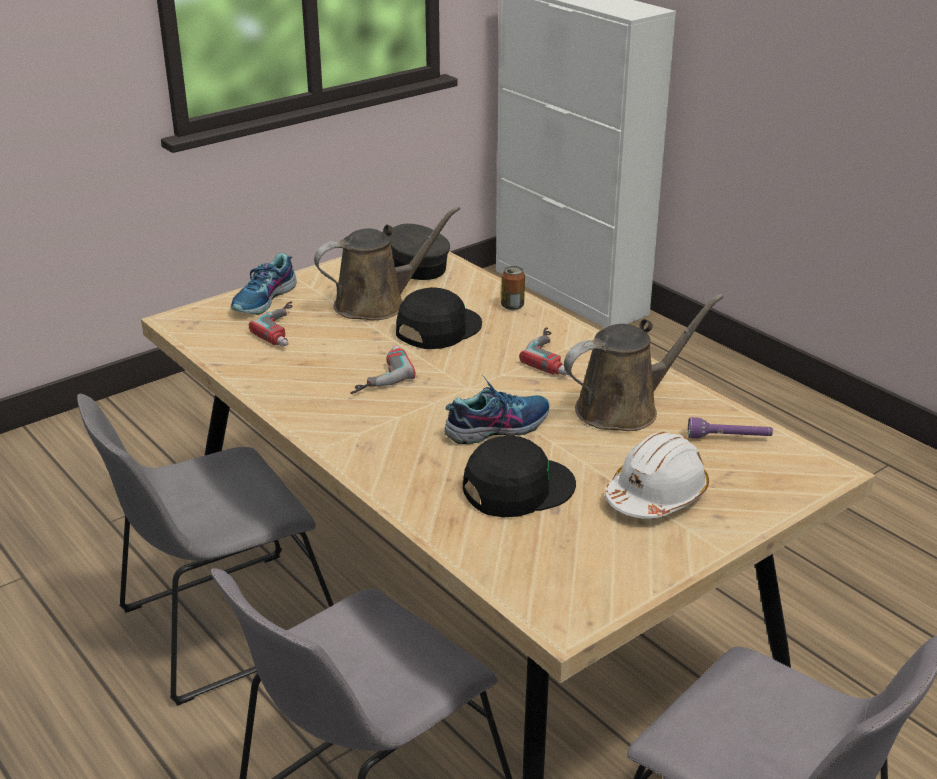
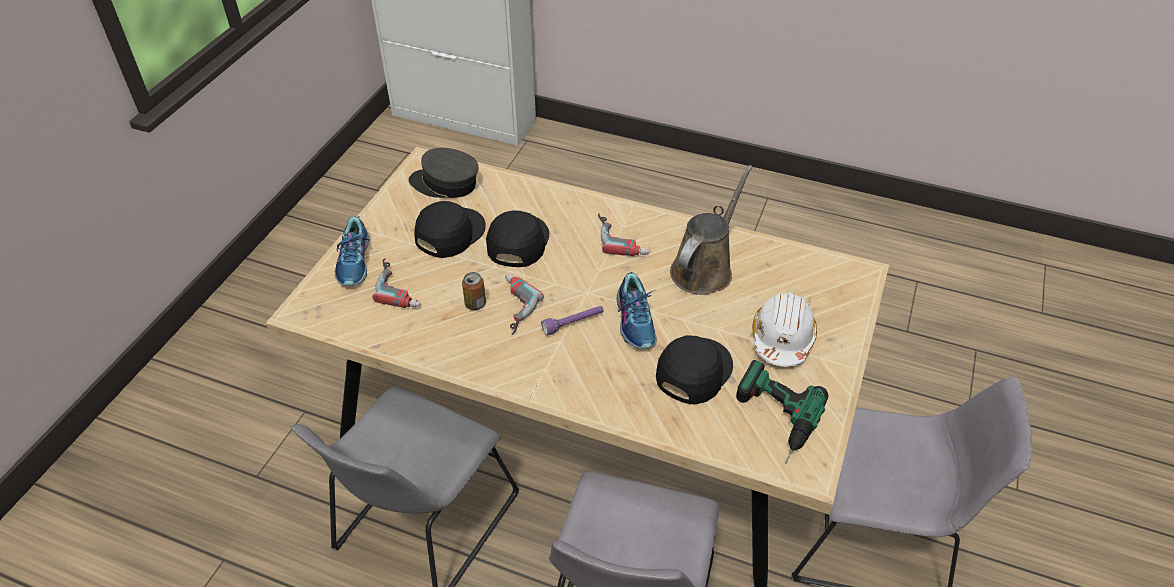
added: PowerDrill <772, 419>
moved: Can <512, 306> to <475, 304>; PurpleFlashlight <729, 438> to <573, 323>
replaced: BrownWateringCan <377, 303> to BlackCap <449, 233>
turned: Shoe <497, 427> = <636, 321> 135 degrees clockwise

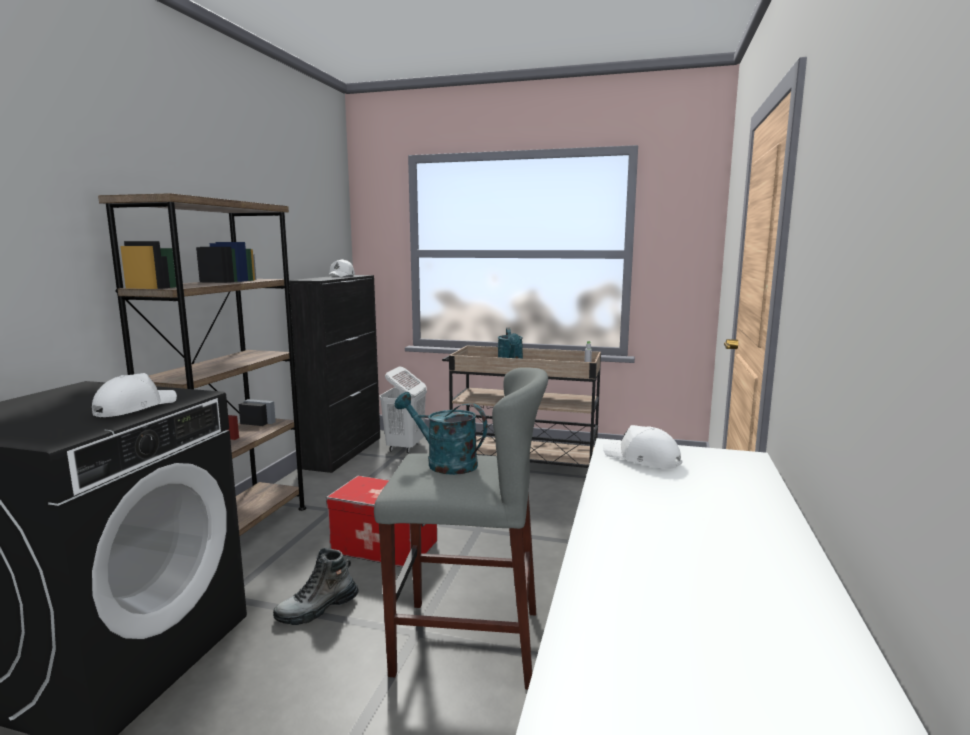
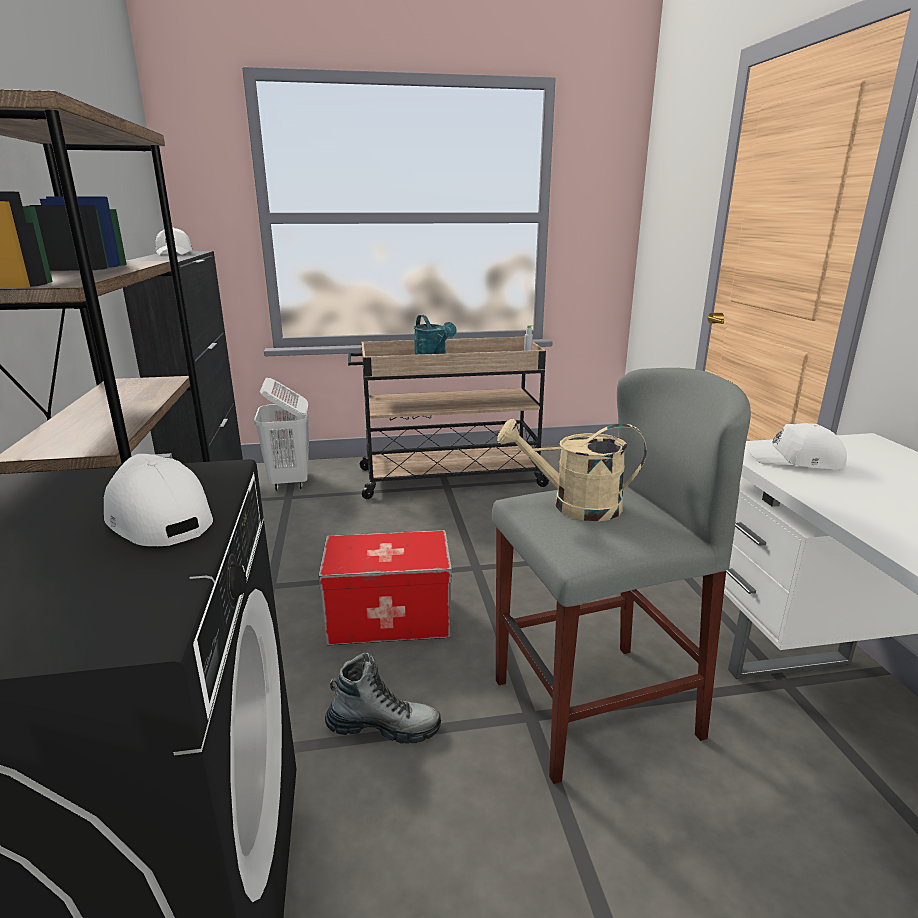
recoloured: TurquoiseWateringCan <444, 463> to BeigeWateringCan <574, 506>
turned: WhiteCap <134, 408> = <156, 518> 45 degrees counterclockwise; Boot <317, 609> = <384, 727> 120 degrees counterclockwise

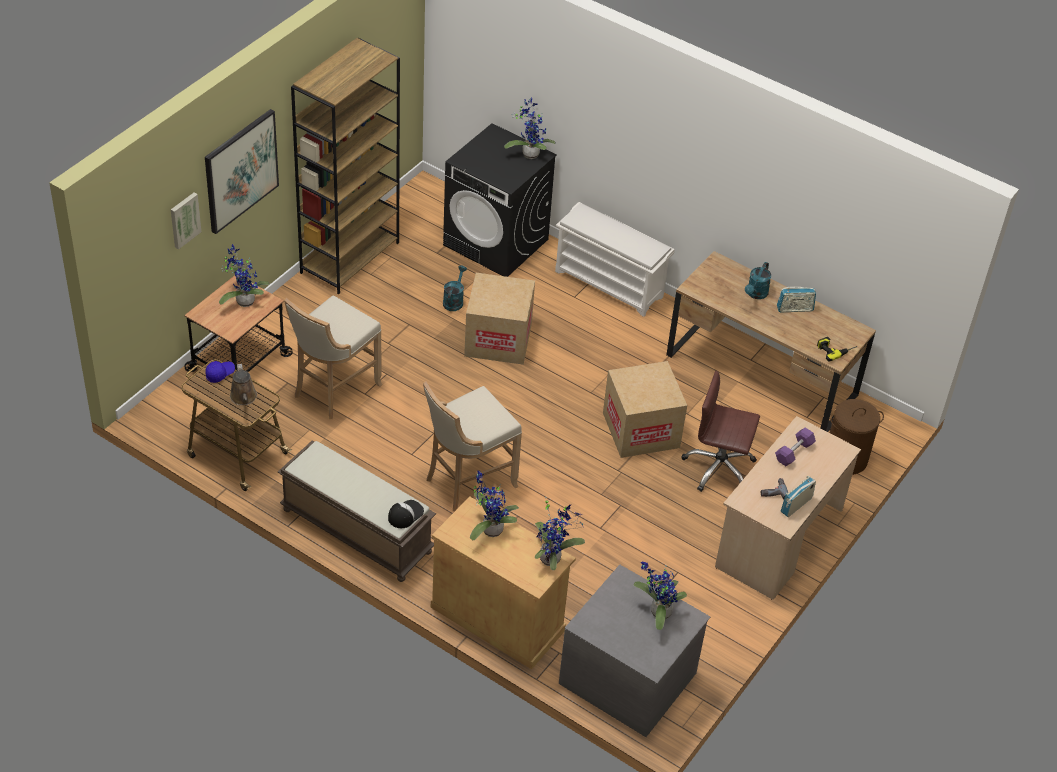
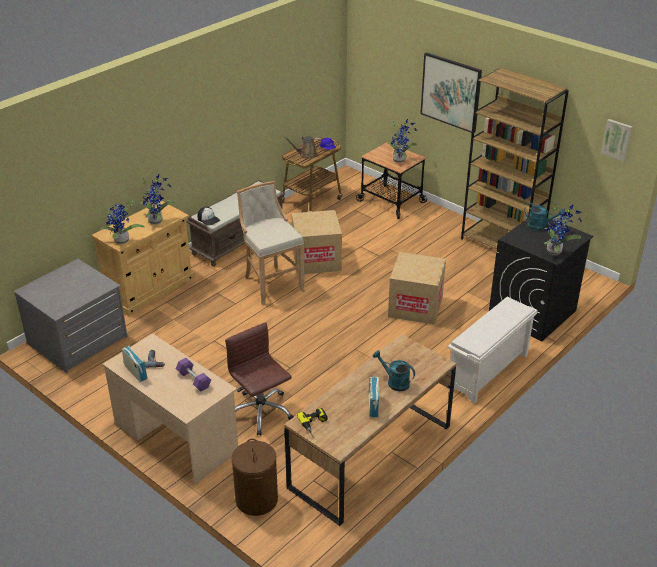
removed: BeigeStool <333, 390>; PottedPlant <658, 612>
moved: Picture <184, 219> to <617, 139>; TurquoiseWateringCan <454, 300> to <540, 226>; CardboardBox <641, 430> to <316, 260>
turned: BrownOfficeChair <719, 468> = <260, 412> 60 degrees counterclockwise

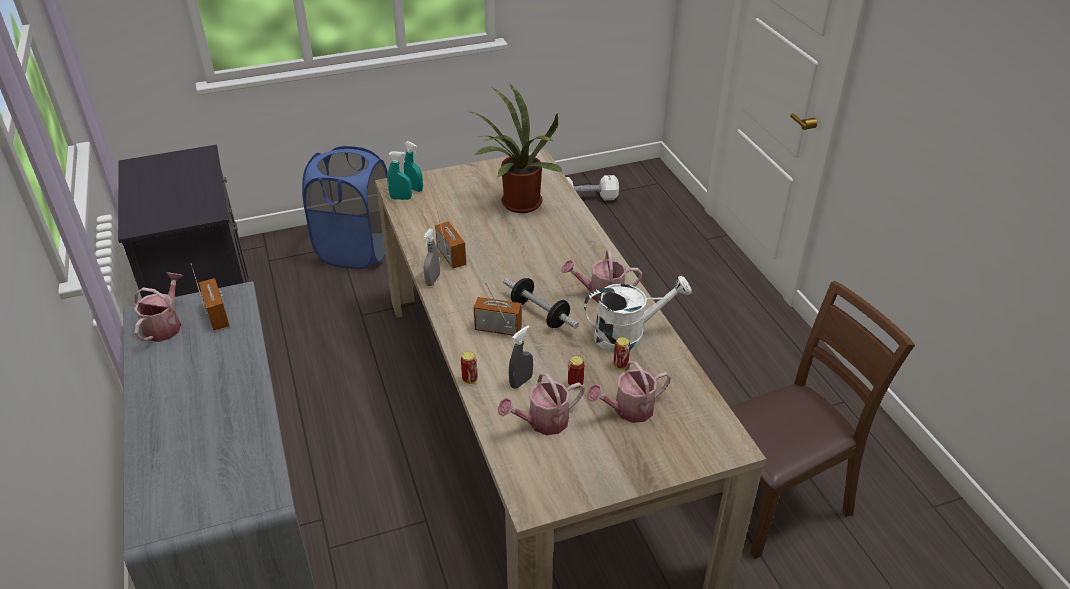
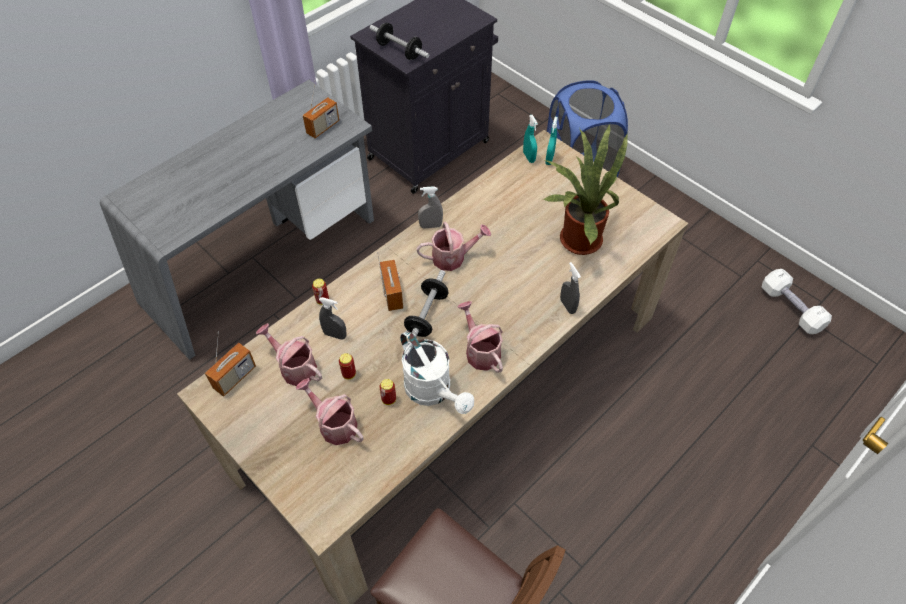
added: Dumbbell <399, 51>; GreySprayBottle <567, 306>
moved: WateringCan <165, 325> to <453, 257>; Radio <451, 256> to <234, 377>

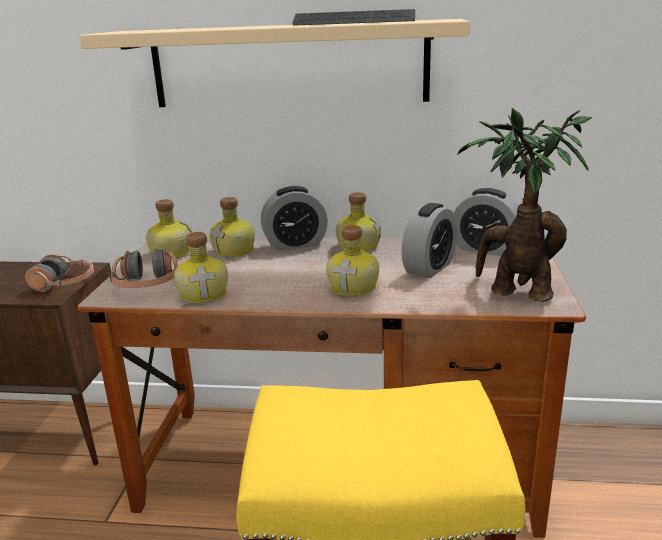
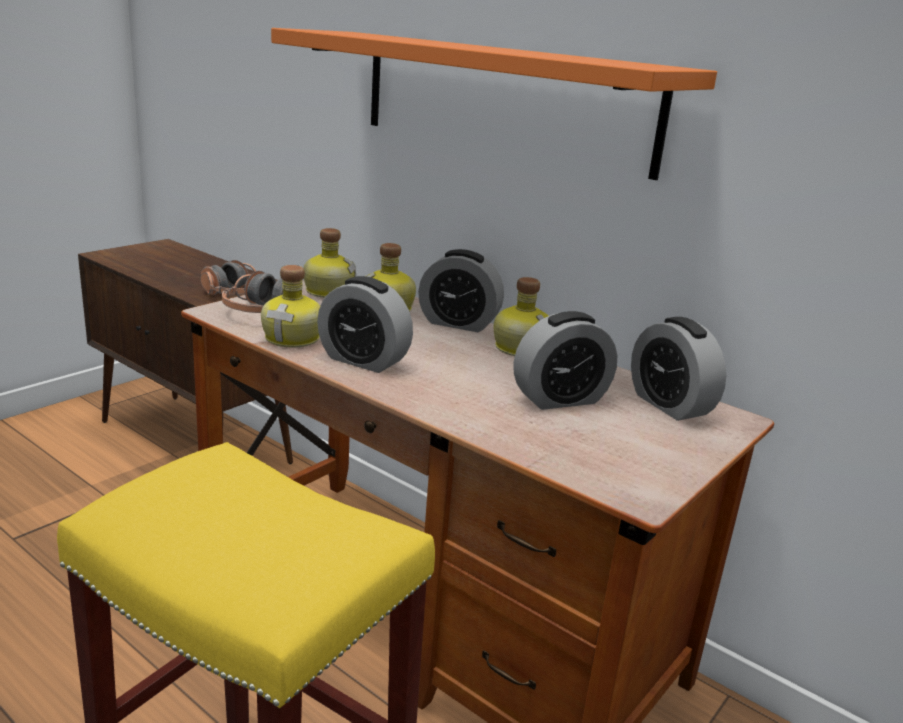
removed: Keyboard <354, 22>; Bottle <354, 287>; PottedPlant <514, 291>
added: AlarmClock <363, 360>
recoloured: BeigeShelf <288, 65> to OrangeShelf <503, 99>

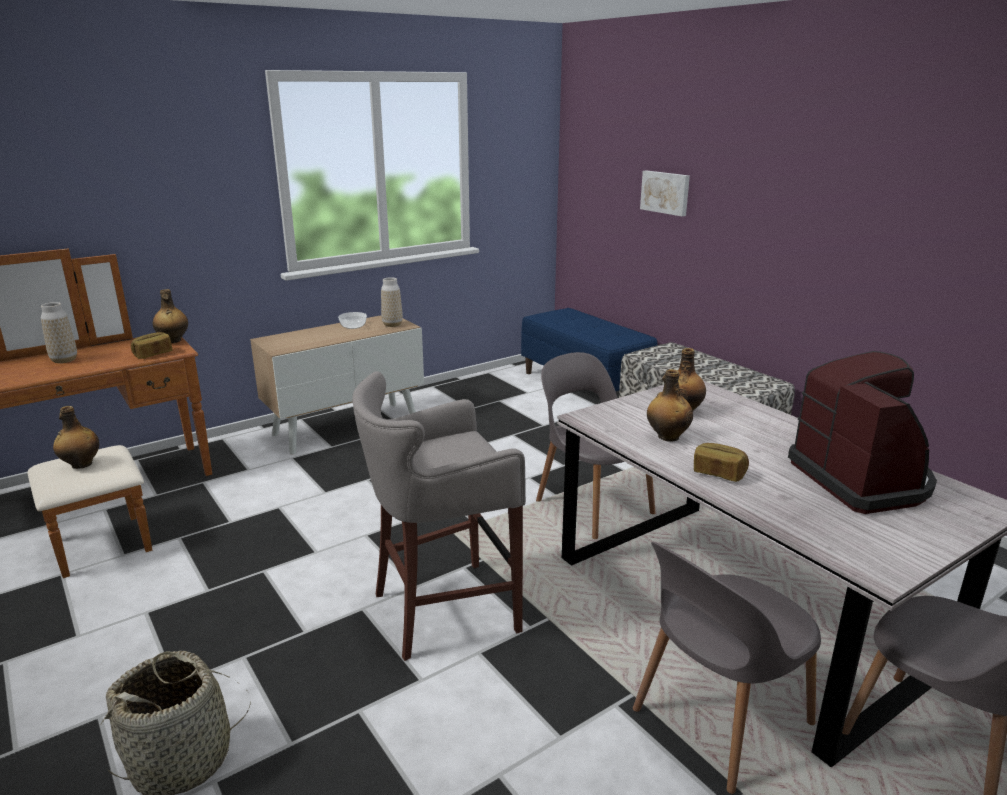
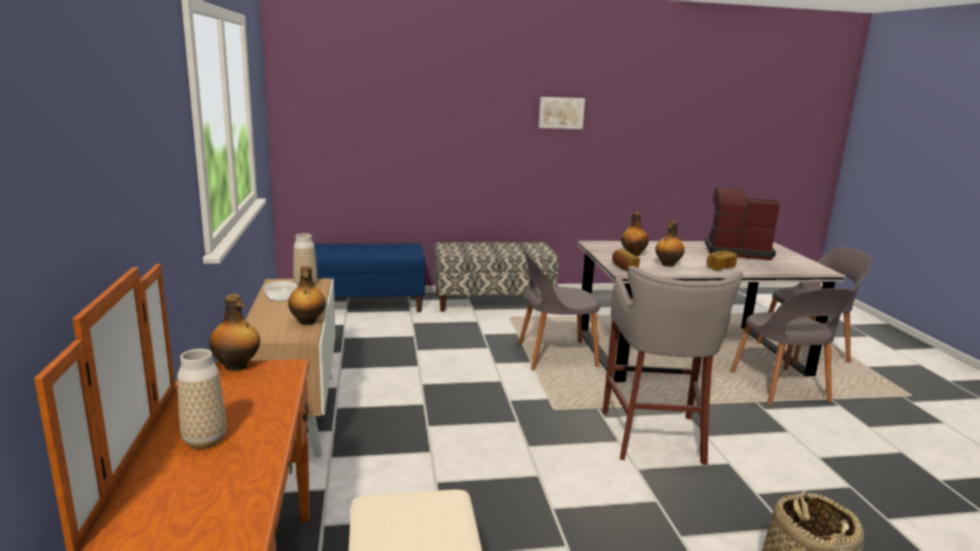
moved: Bottle <81, 465> to <307, 322>; Bread <153, 354> to <624, 268>; Picture <666, 192> to <561, 112>

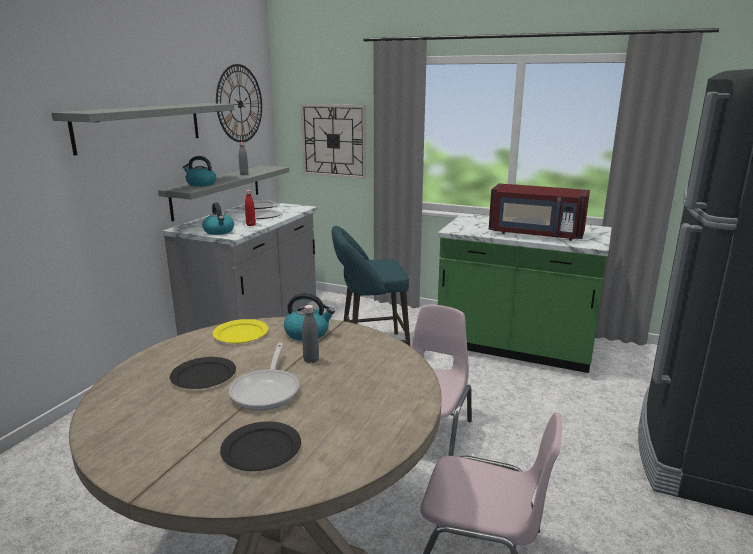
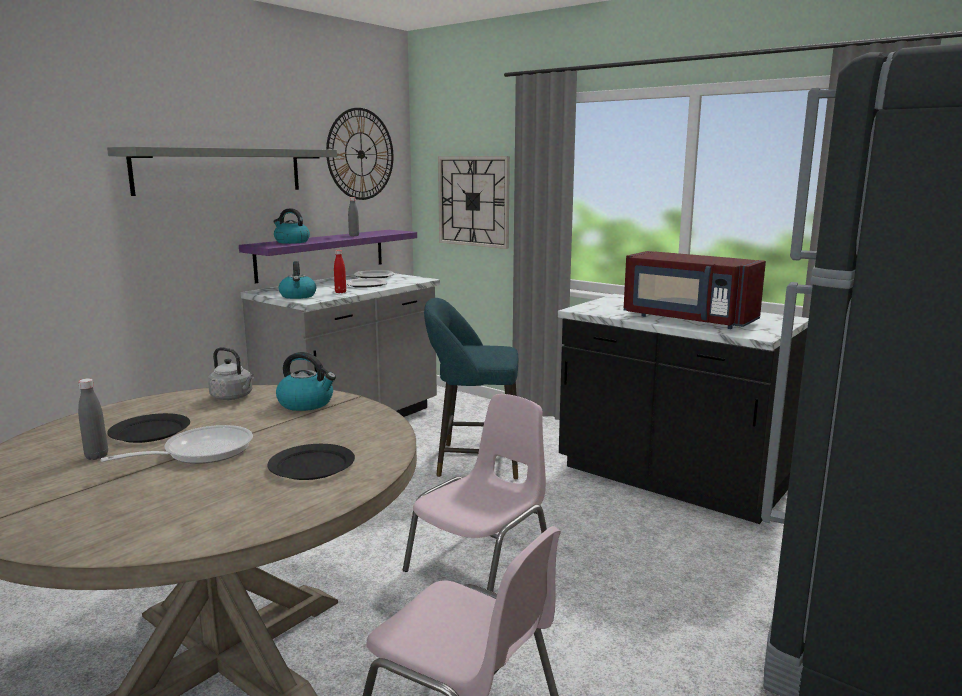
moved: BlackPlate <262, 449> to <312, 465>; GreyBottle <311, 360> to <96, 456>
replaced: YellowPlate <241, 334> to GreyKettle <233, 397>
recoloured: GreyShelf <217, 191> to PurpleShelf <322, 254>; GreenCounter <515, 348> to BlackCounter <669, 481>
turned: FryingPan <267, 390> = <200, 452> 150 degrees counterclockwise

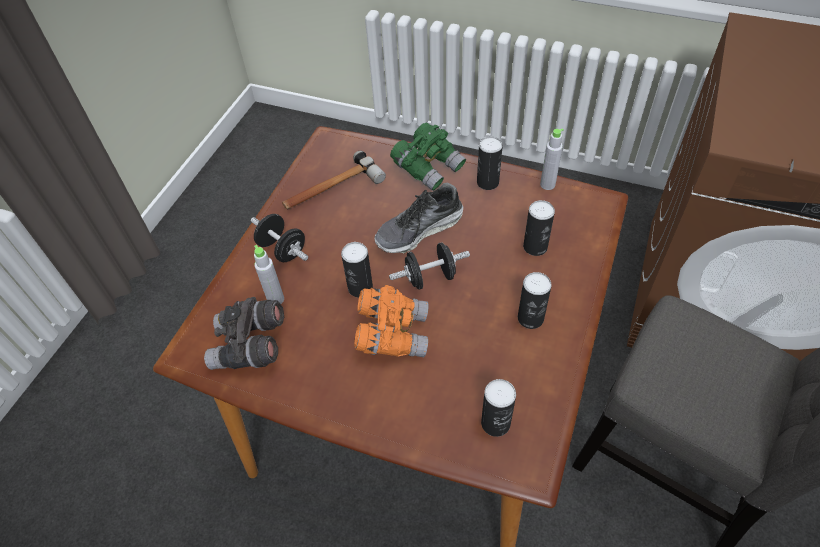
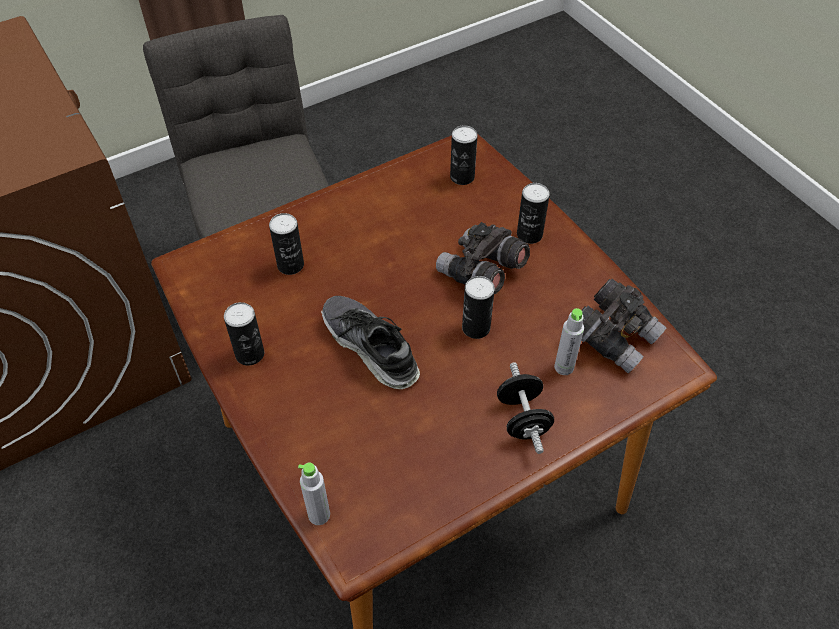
removed: Hammer <332, 189>; BlackDumbbell <430, 277>; GreenBinoculars <428, 167>
moved: Can <530, 318> to <529, 234>; GreyBottle <547, 184> to <319, 515>
recoloured: OrangeBinoculars <392, 333> to GreyBinoculars <481, 273>
turned: Shoe <419, 230> = <370, 348> 135 degrees counterclockwise

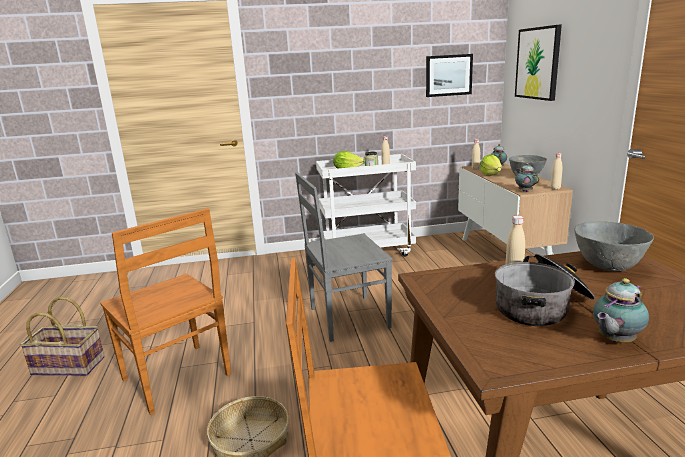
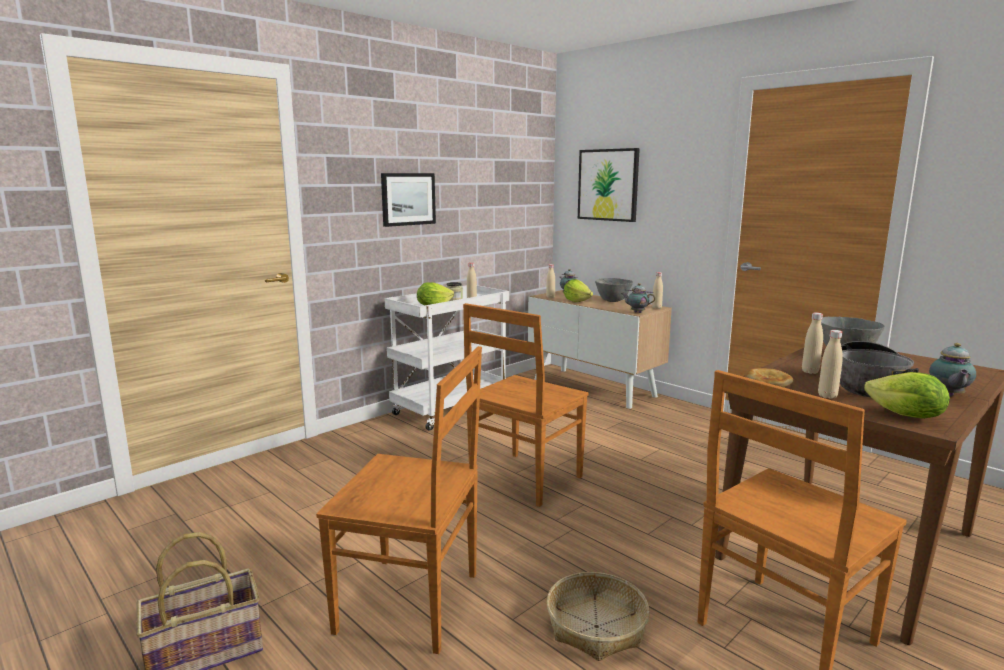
added: Bread <768, 382>; BeigeBottle <827, 396>; Lettuce <906, 416>
moved: Picture <448, 75> to <408, 199>
recoloured: GreyChair <346, 318> to BrownChair <523, 480>

